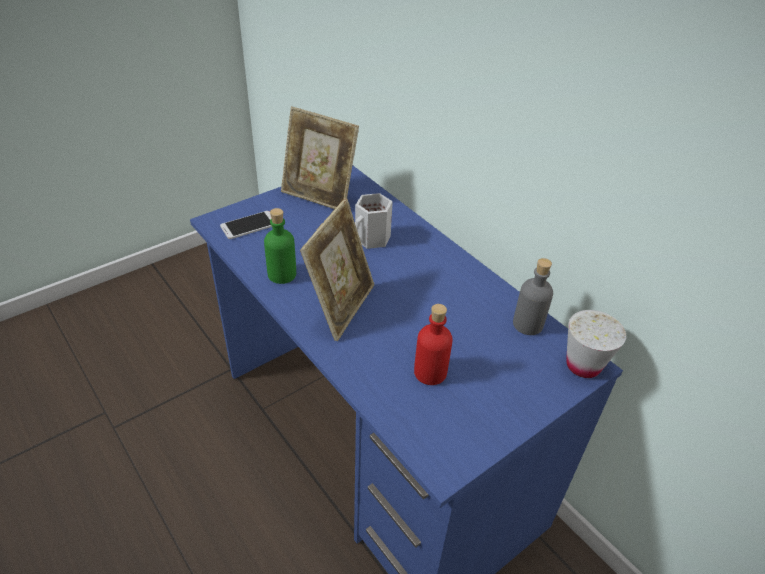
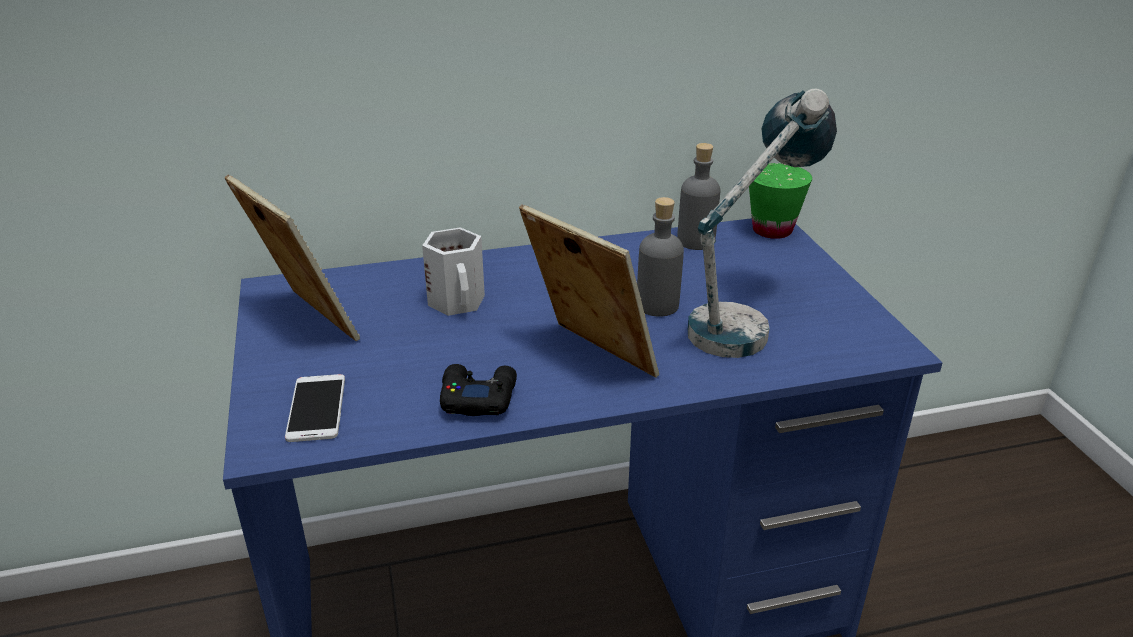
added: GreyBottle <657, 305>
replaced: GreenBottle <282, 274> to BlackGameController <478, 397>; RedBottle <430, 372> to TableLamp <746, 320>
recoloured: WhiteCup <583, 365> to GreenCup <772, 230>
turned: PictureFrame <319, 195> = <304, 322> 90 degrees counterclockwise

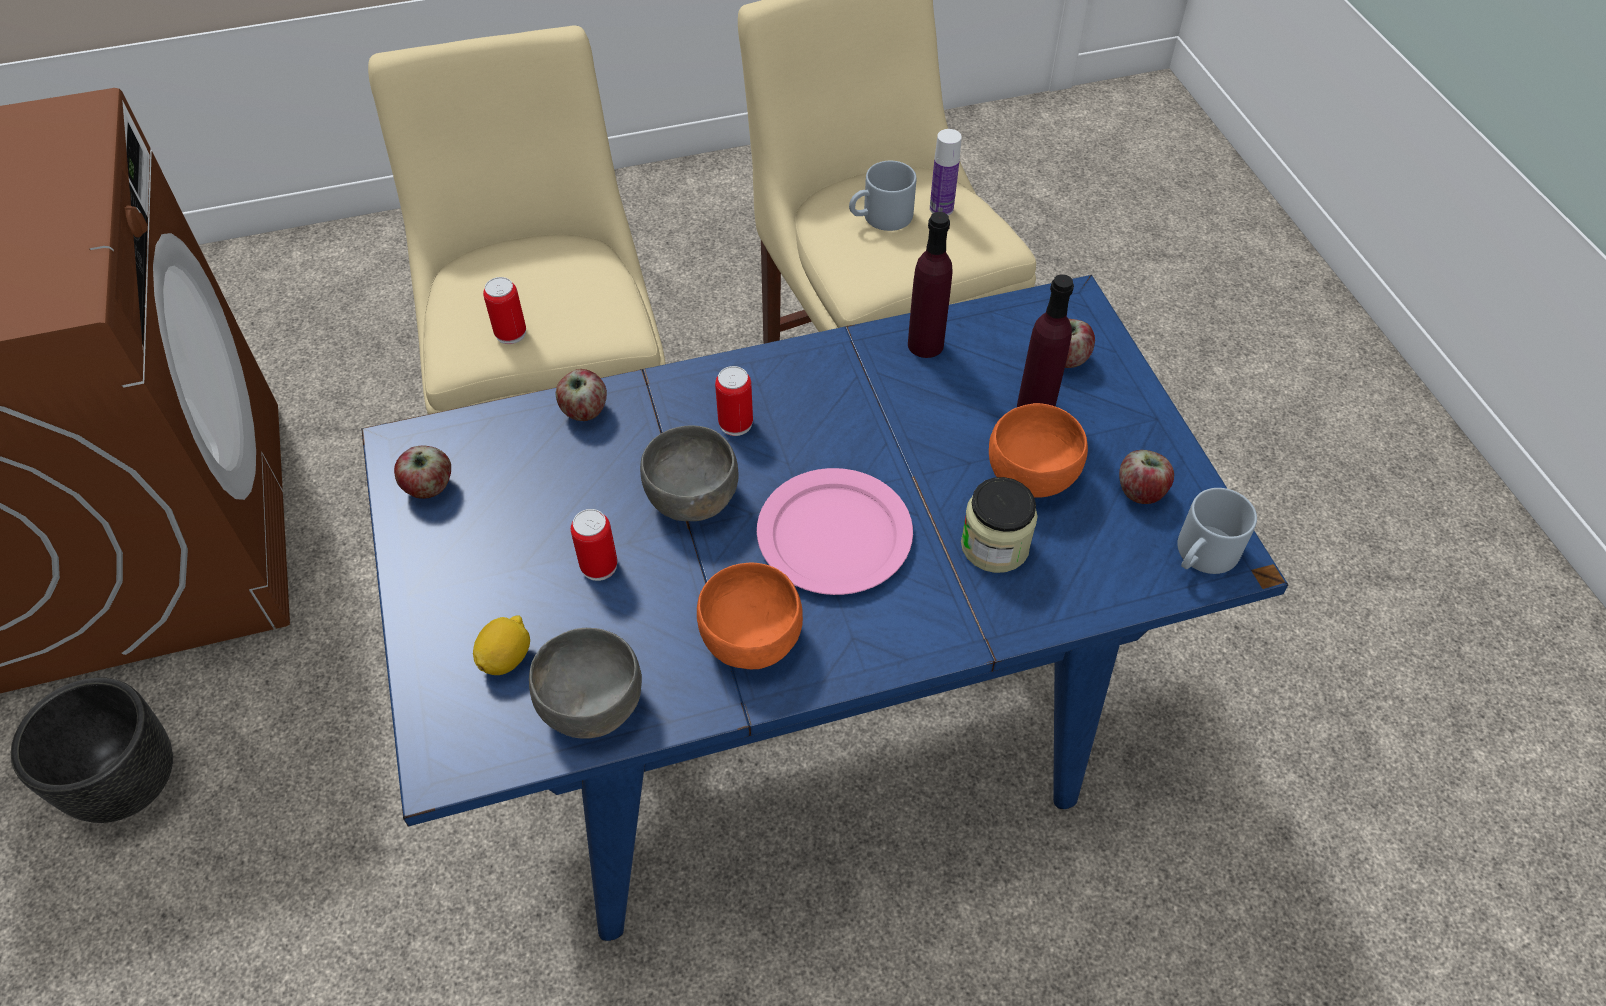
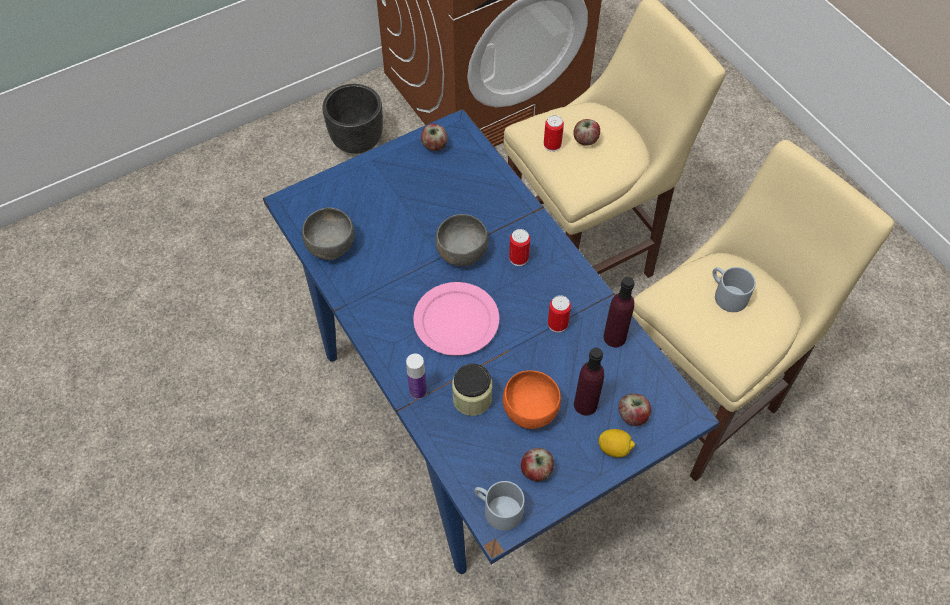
removed: OrangeBowl <751, 639>
moved: Lemon <506, 658> to <614, 448>; Apple <584, 411> to <585, 140>; Can <599, 566> to <557, 324>; Bottle <941, 208> to <418, 391>

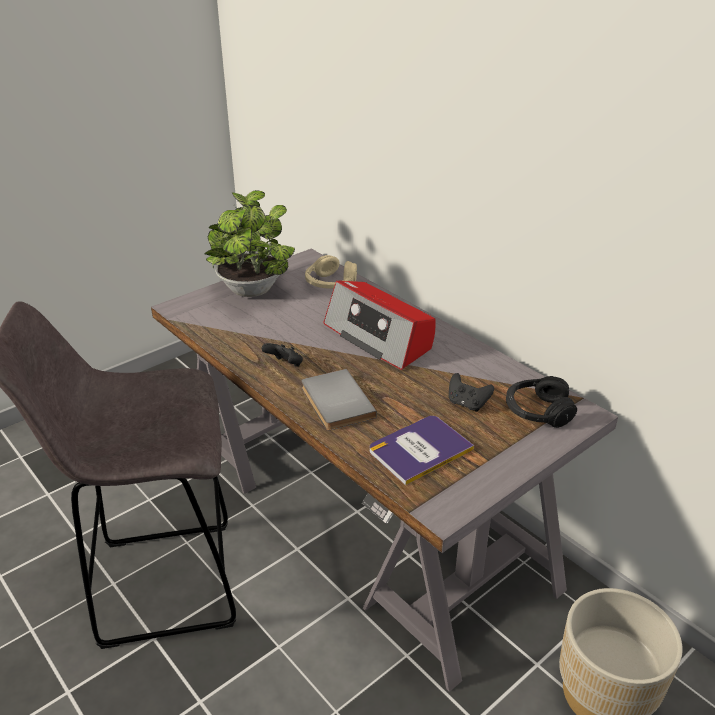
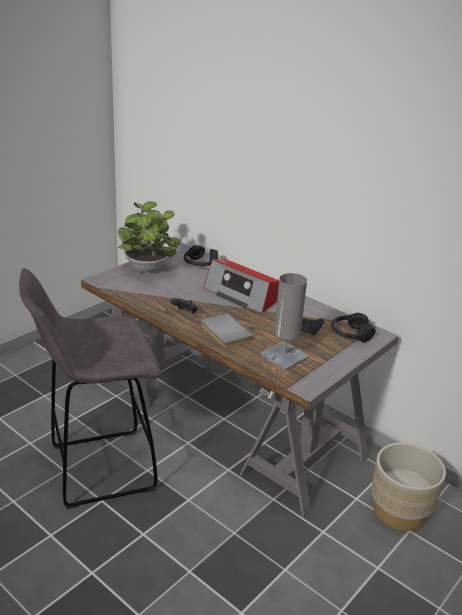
replaced: Book <420, 449> to GreyTableLamp <284, 356>
recoloured: BeigeHeadphones <330, 283> to BlackHeadphones <200, 264>

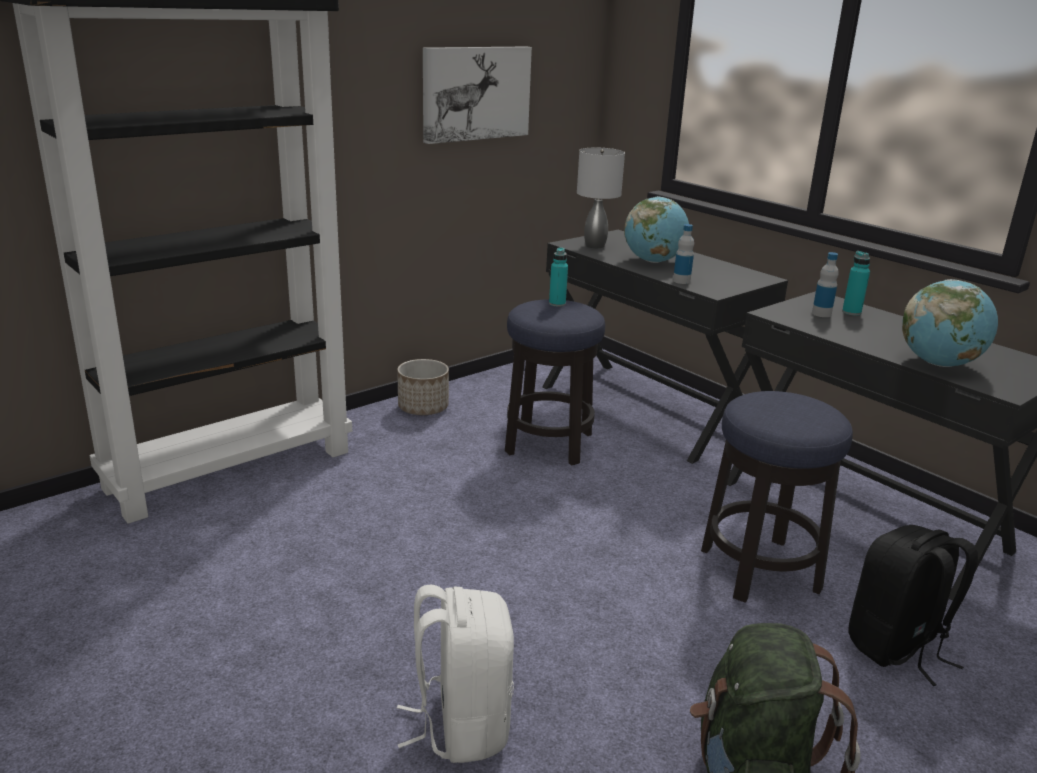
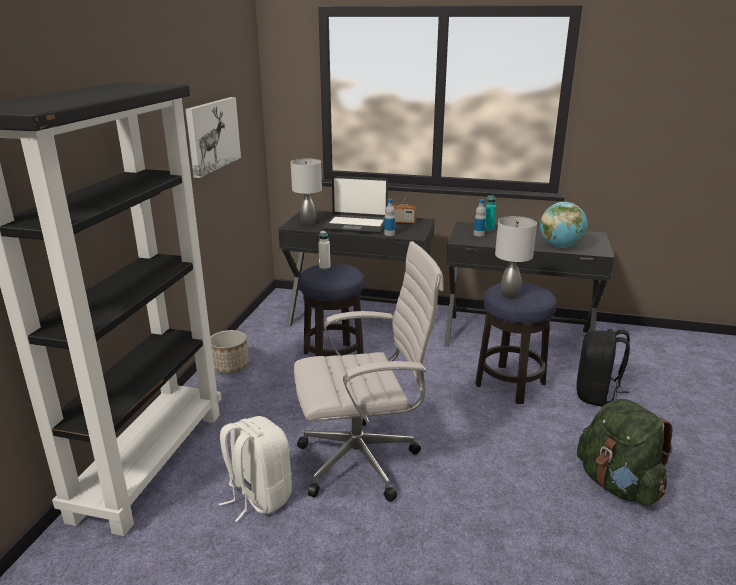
added: WhiteOfficeChair <364, 461>; Radio <403, 222>; GreyTableLamp <509, 295>
moved: WhiteBackpack <461, 724> to <258, 496>
replaced: Globe <653, 261> to Laptop <355, 225>
recoloured: TurquoiseBottle <557, 304> to WhiteBottle <324, 267>

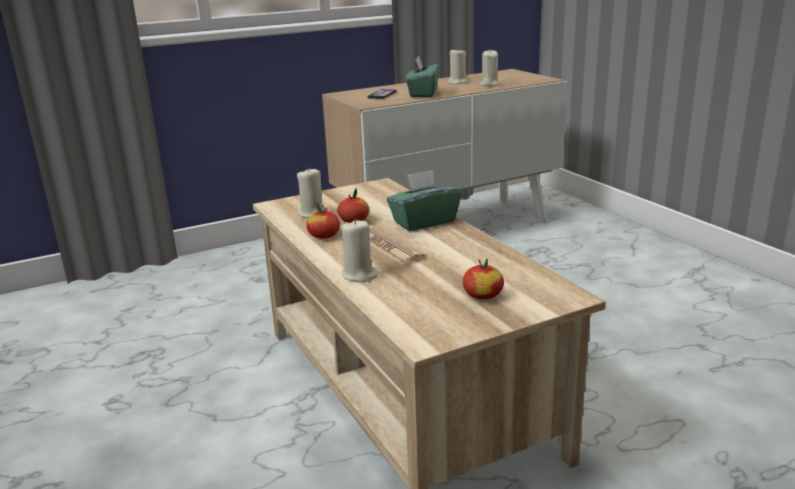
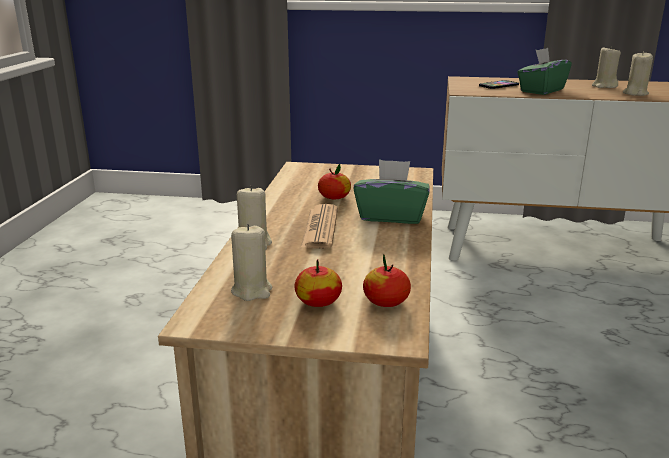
moved: BeigeCandle <313, 214> to <252, 290>; Apple <324, 236> to <386, 302>

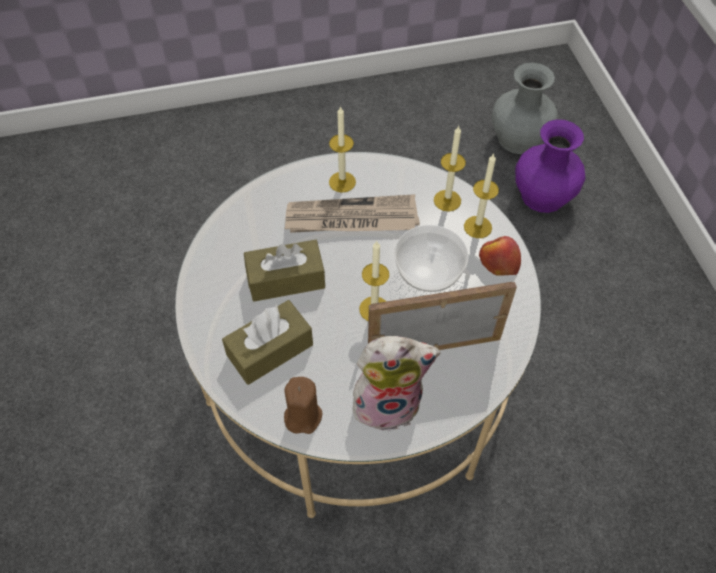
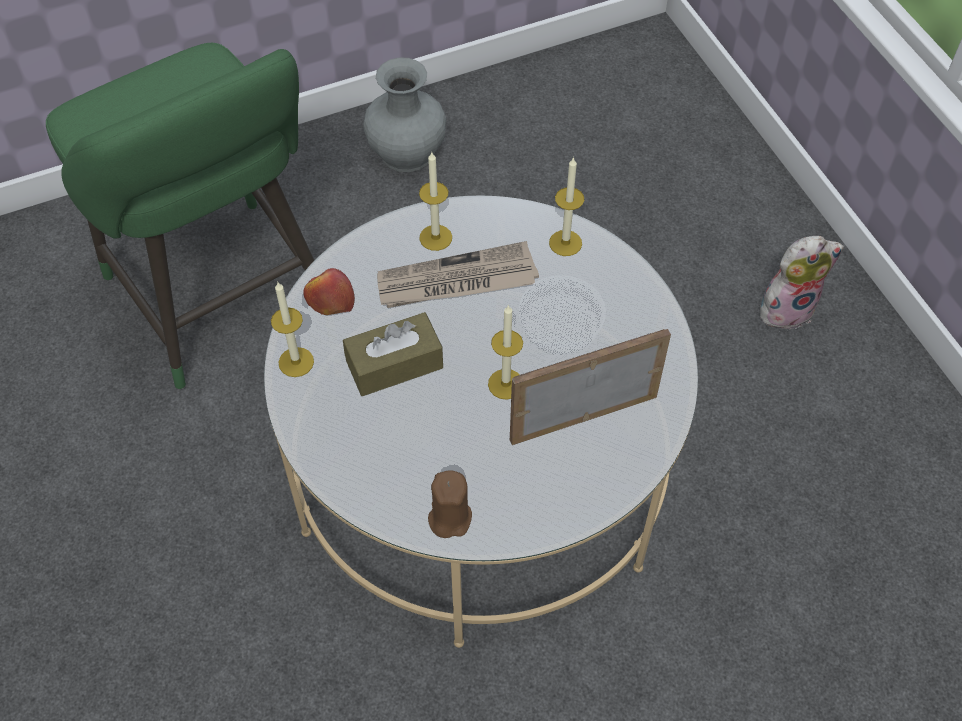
removed: BrownTissueBox <270, 350>; PurpleVase <543, 195>
added: GreenStool <225, 302>
moved: PlushToy <388, 402> to <787, 308>; Candle <477, 227> to <296, 362>; Apple <498, 262> to <329, 300>; GreyVase <519, 138> to <407, 151>

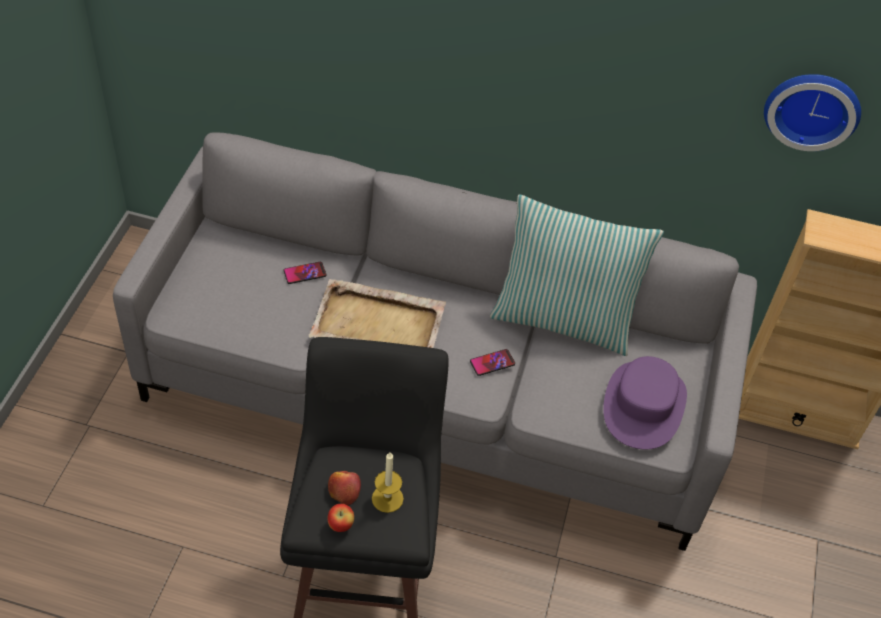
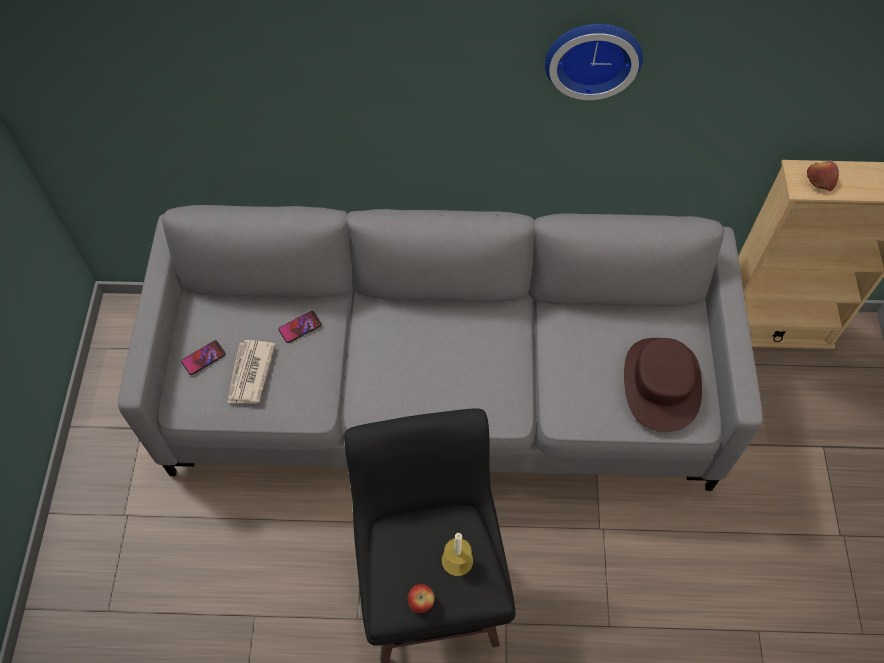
removed: BeigeTray <379, 323>; Pillow <563, 319>
added: Newspaper <250, 374>
moved: Apple <344, 490> to <819, 180>; Phone <492, 363> to <203, 358>; WallClock <812, 107> to <593, 55>
recoloured: PurpleHat <643, 405> to BrownHat <660, 383>

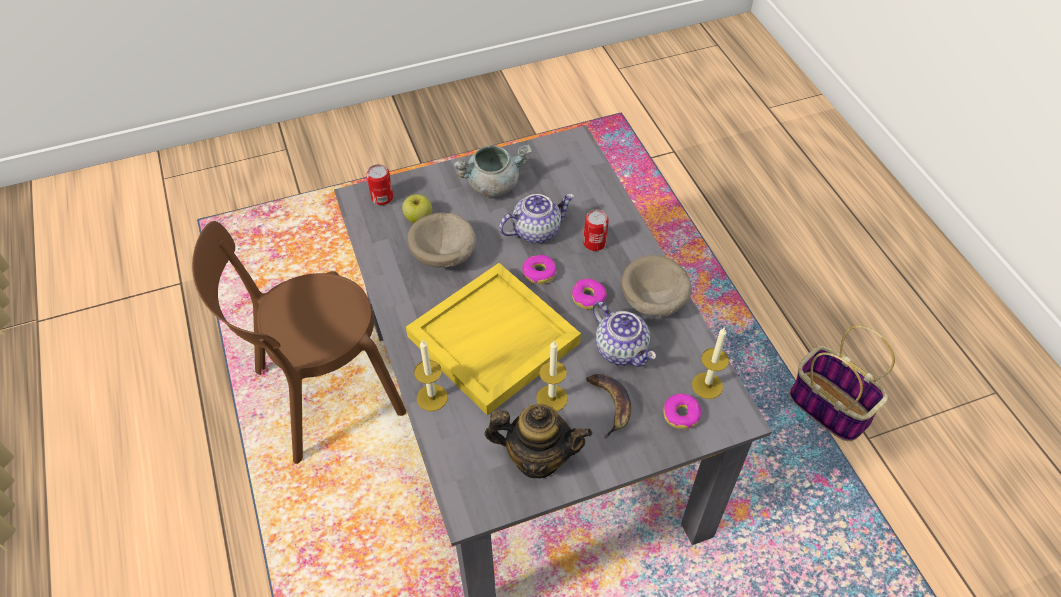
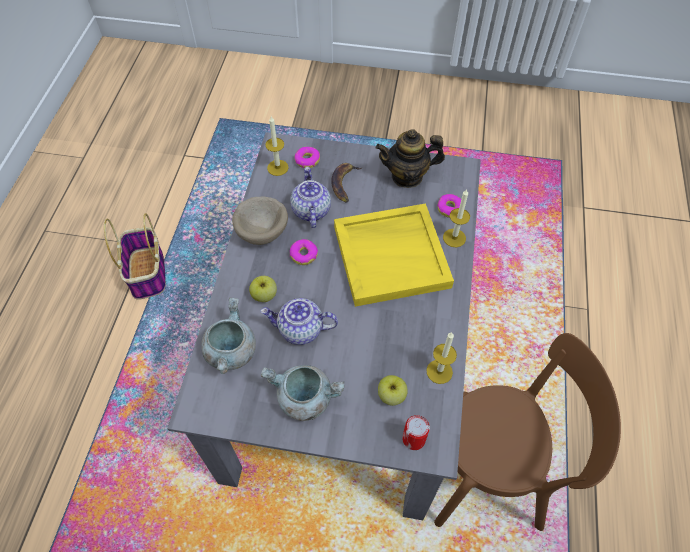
removed: BeigeBowl <444, 256>
added: GreyCookingPot <231, 351>
moved: Donut <539, 273> to <450, 209>; Candle <552, 398> to <439, 371>
replaced: Can <594, 243> to Apple <264, 295>
turned: Teapot <537, 457> = <407, 176> 45 degrees counterclockwise

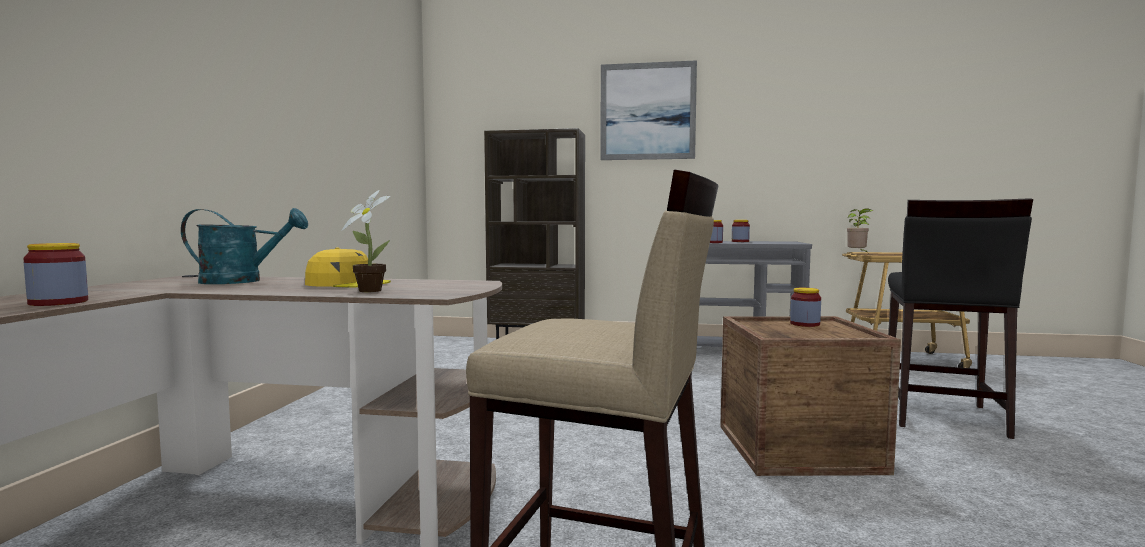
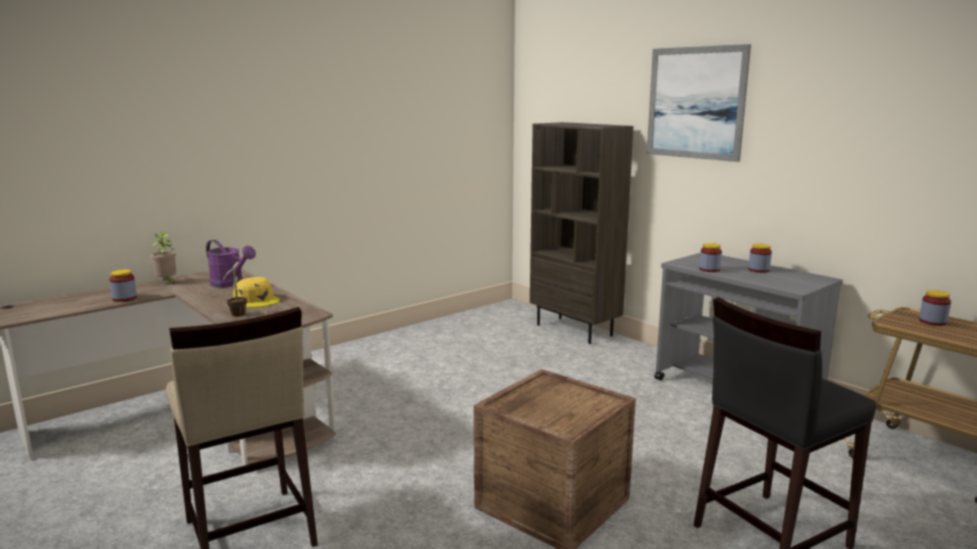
moved: Jar <805, 324> to <932, 322>; PottedPlant <858, 254> to <167, 283>
recoloured: TurquoiseWateringCan <242, 281> to PurpleWateringCan <231, 284>

